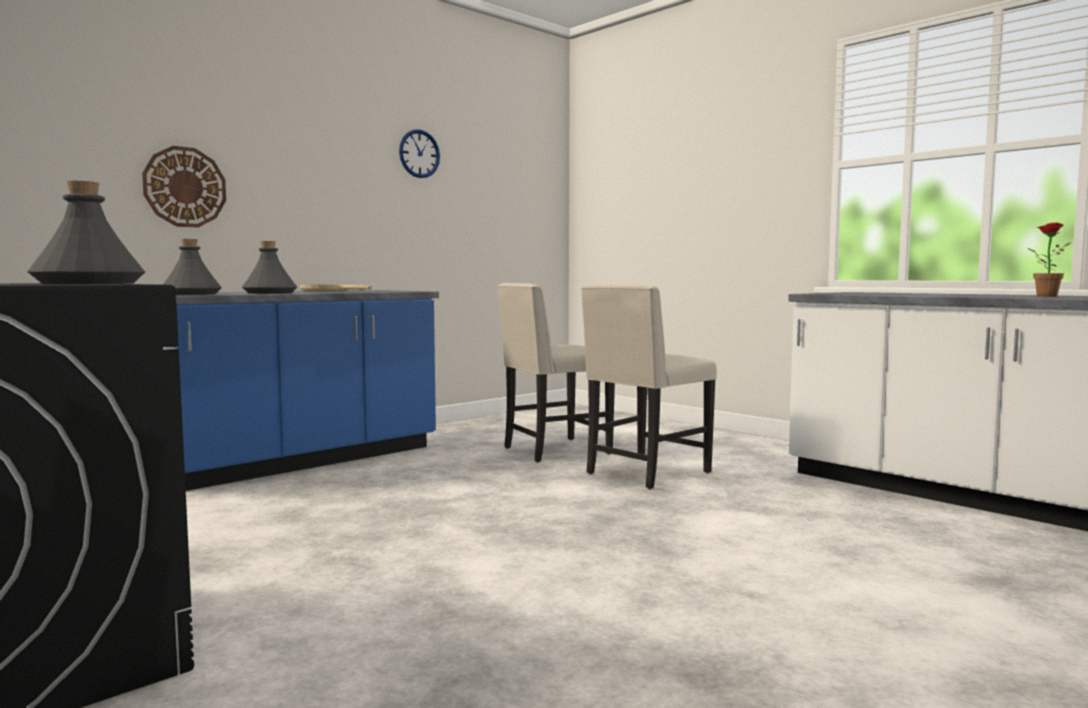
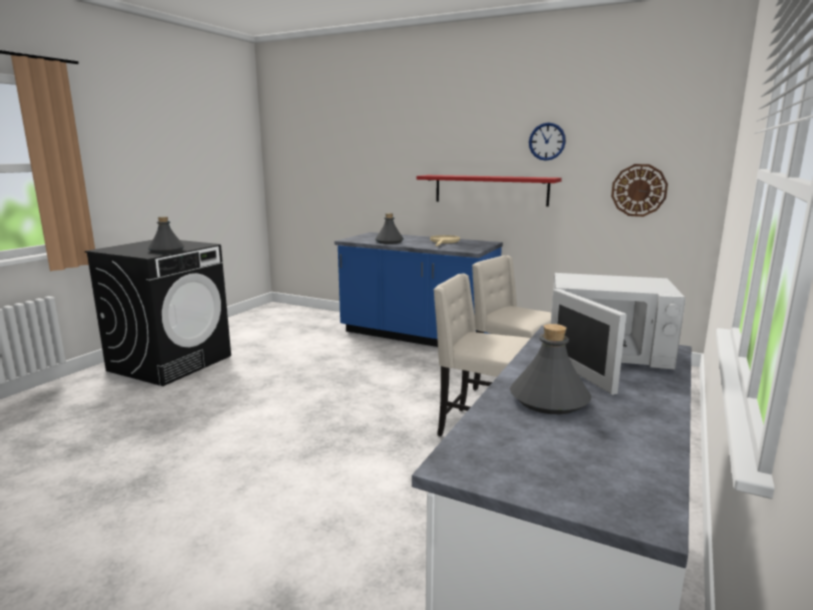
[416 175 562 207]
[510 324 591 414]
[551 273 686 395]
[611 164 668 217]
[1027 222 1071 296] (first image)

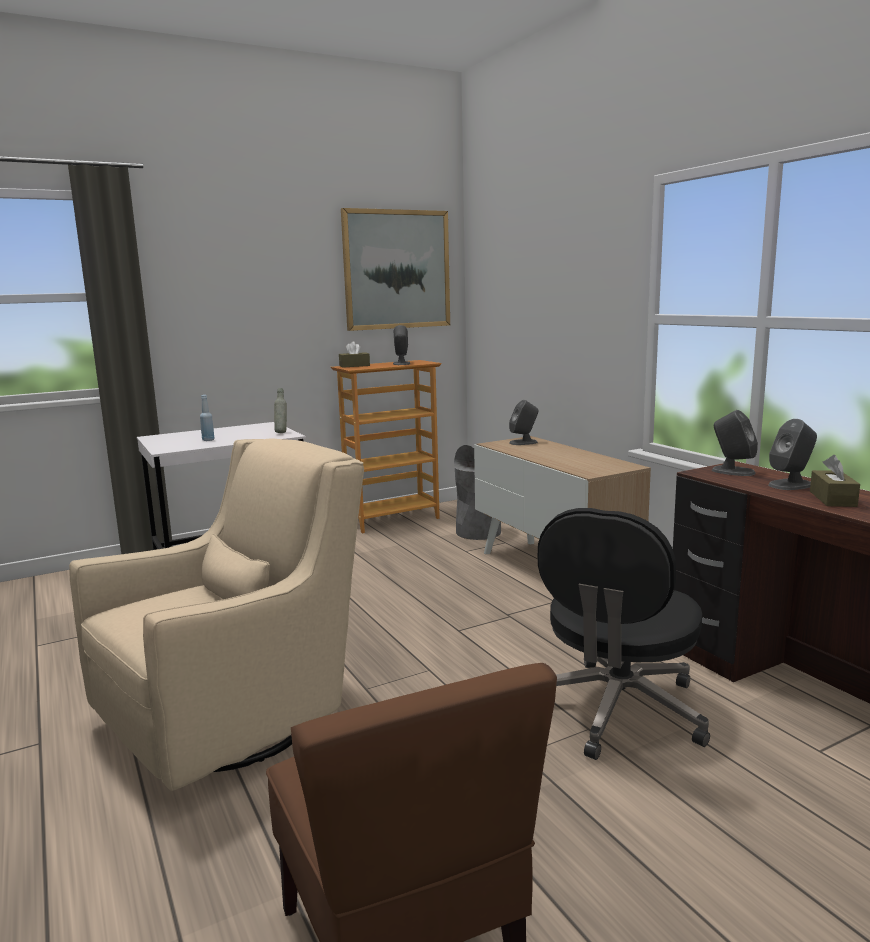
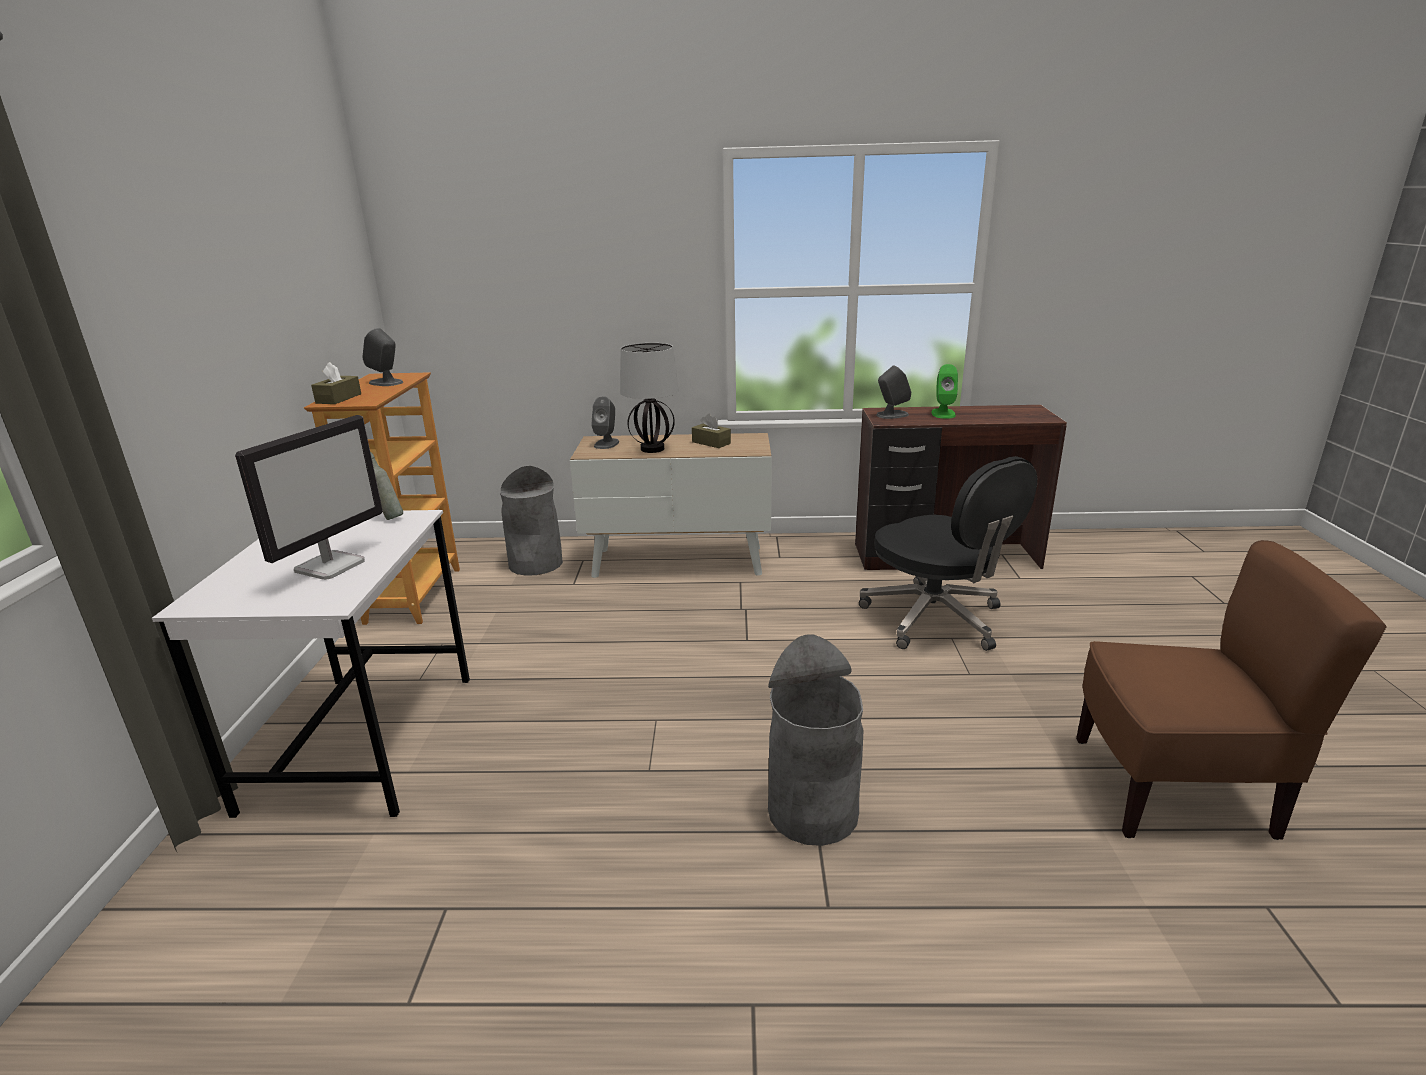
[235 415 383 580]
[620 343 679 453]
[692 413 731 448]
[768 634 864 846]
[931 364 958 419]
[341 208 450 331] (first image)

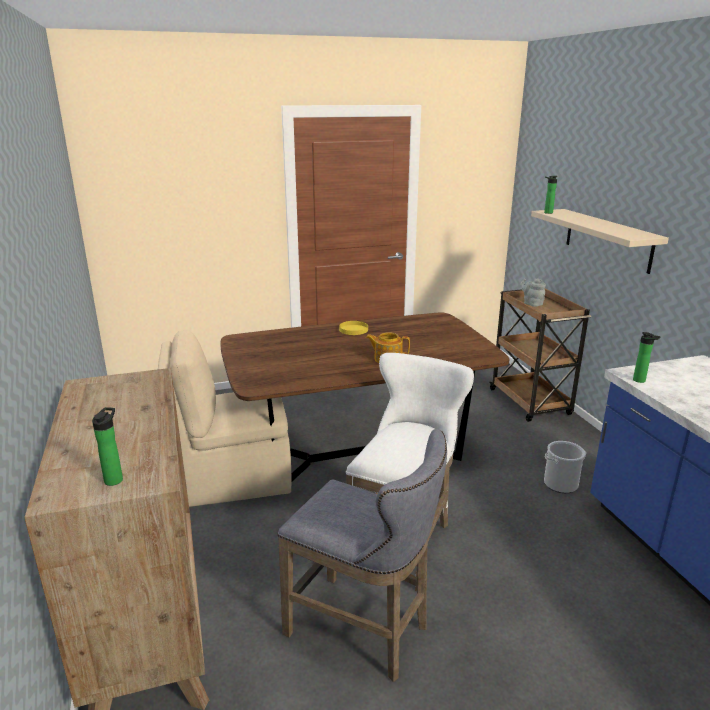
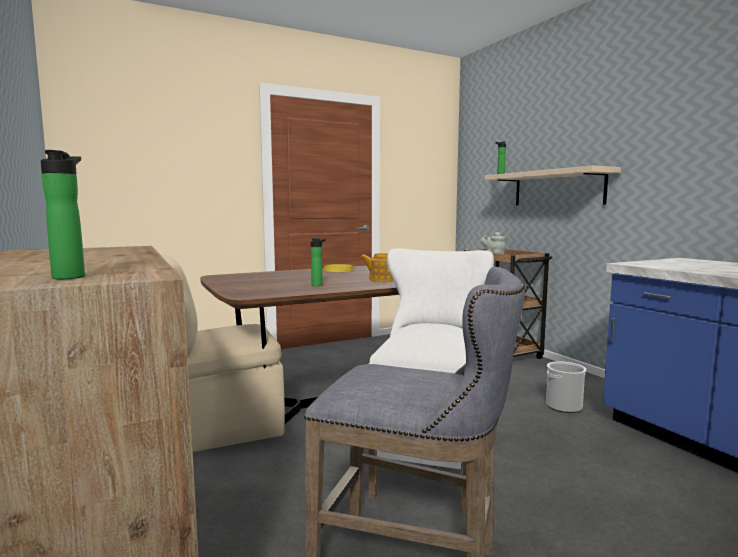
[311 238 326 286]

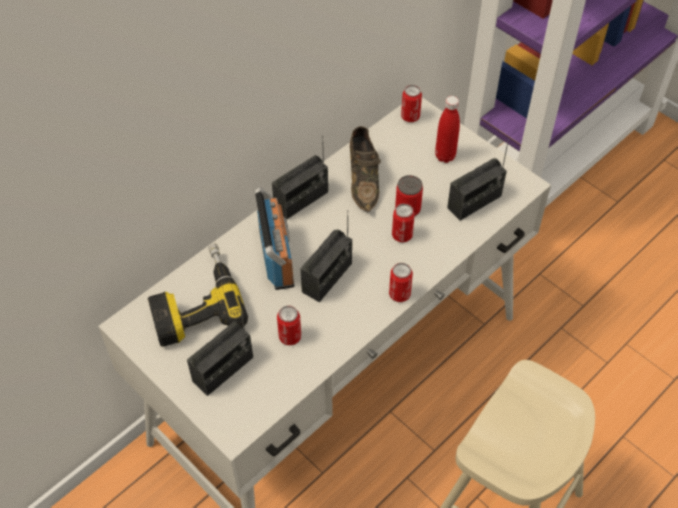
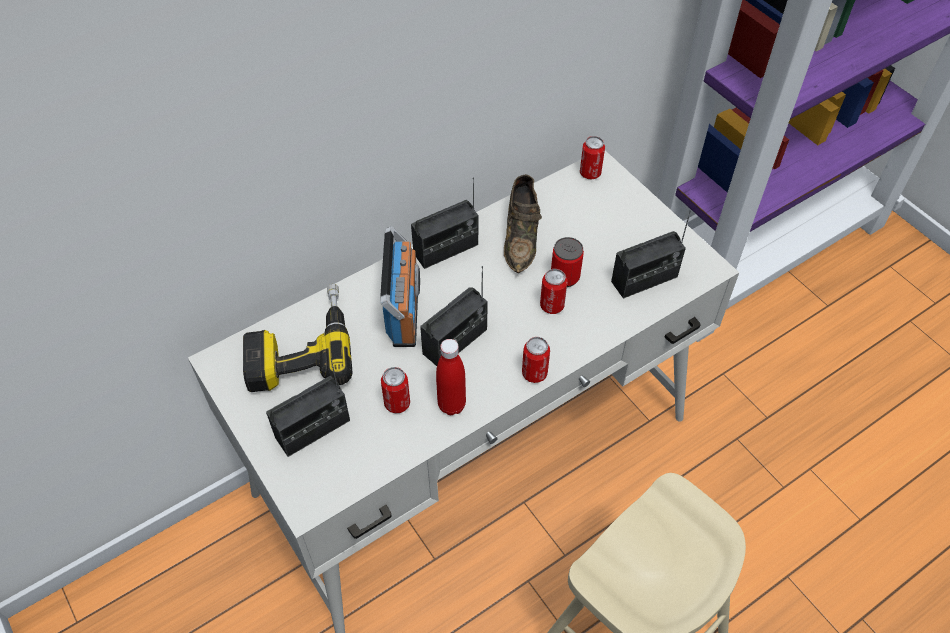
[436 339 466 415]

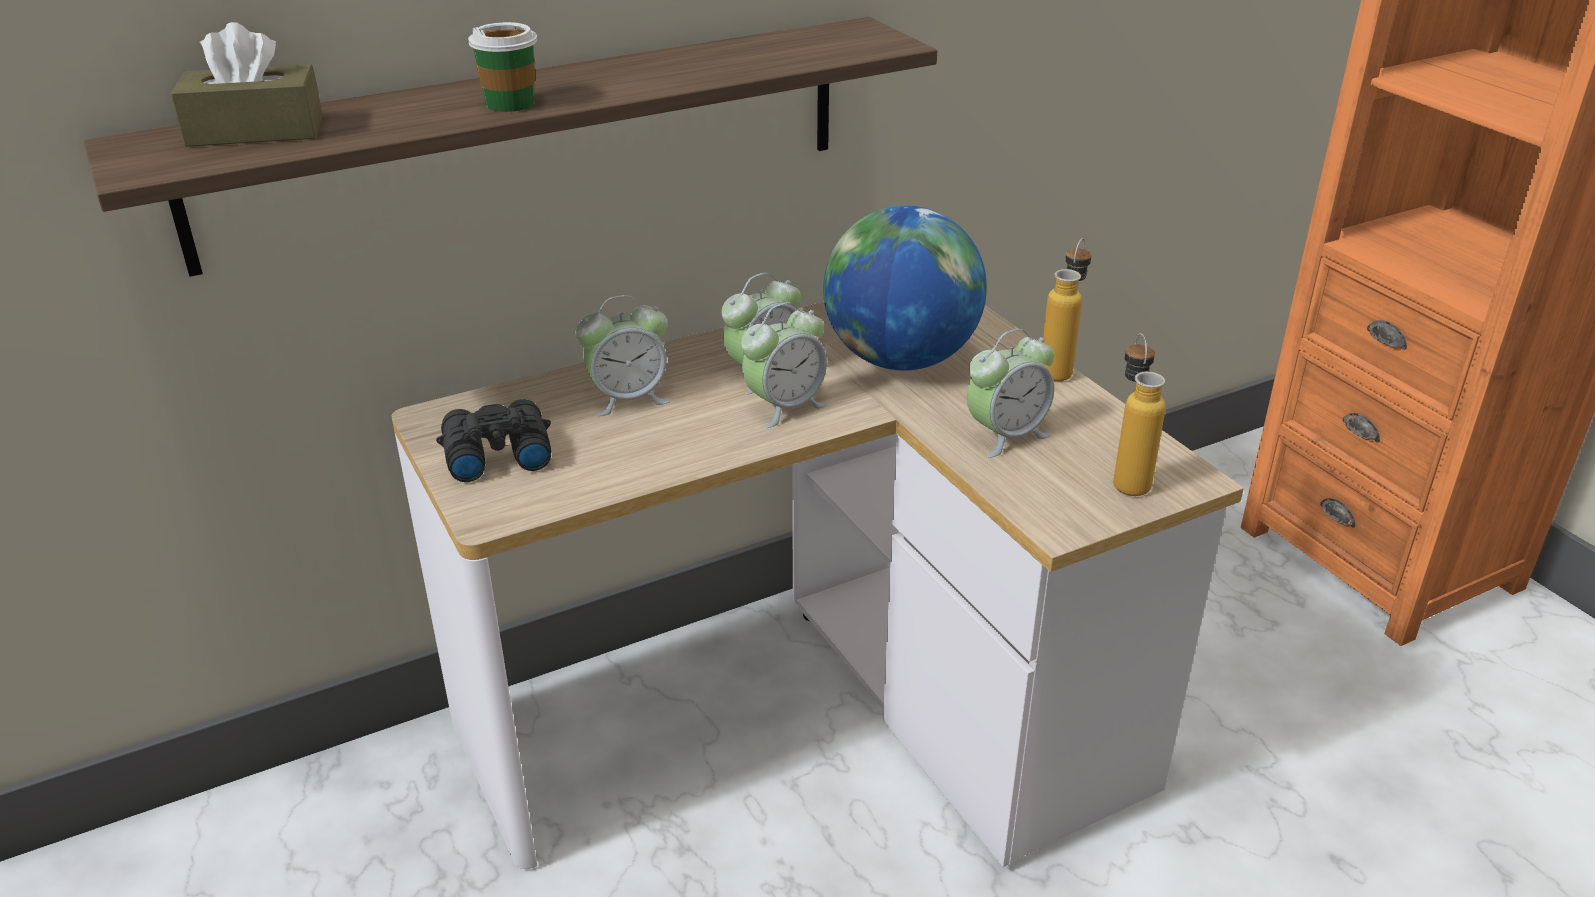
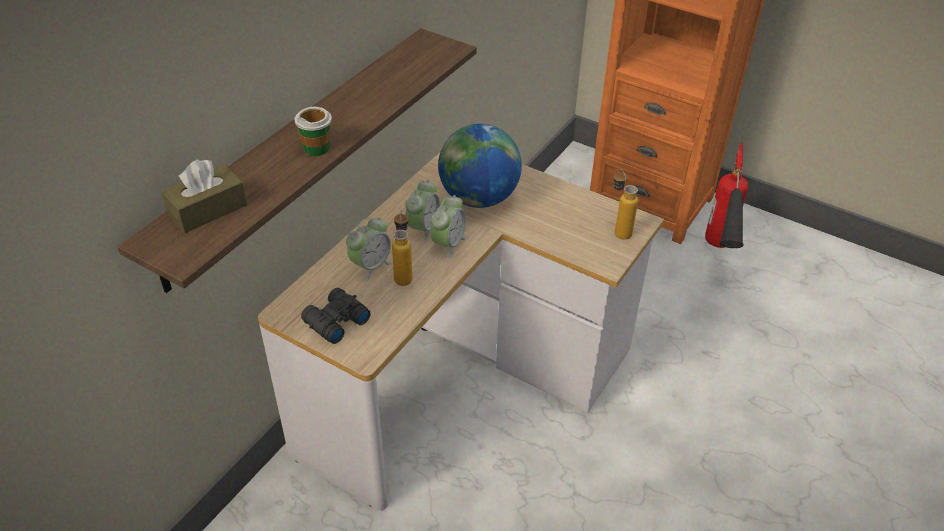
[392 210 413 286]
[705 143 748 248]
[967 329 1054 458] (first image)

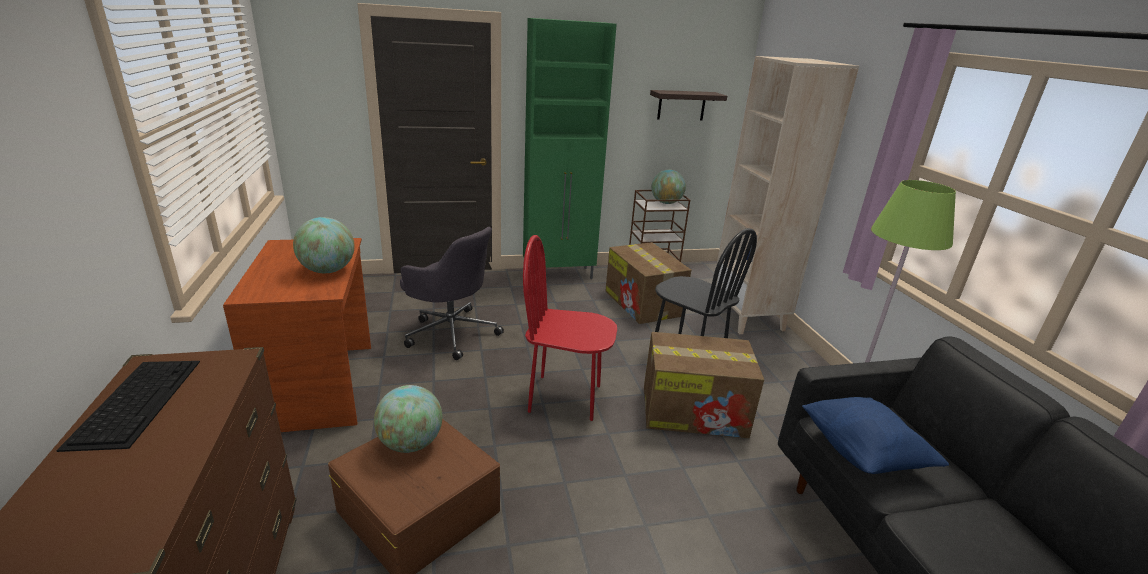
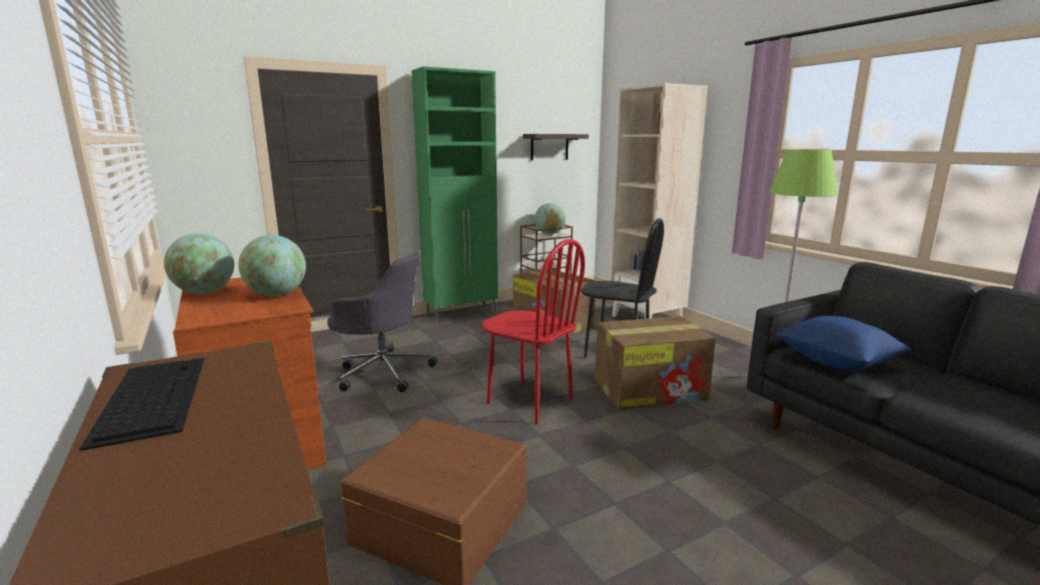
[164 233 234 294]
[482 239 585 424]

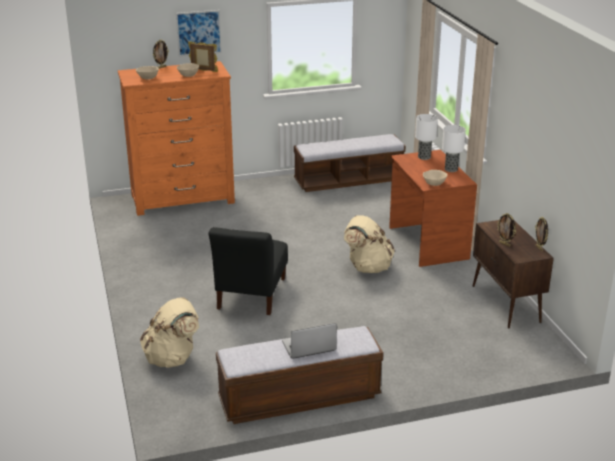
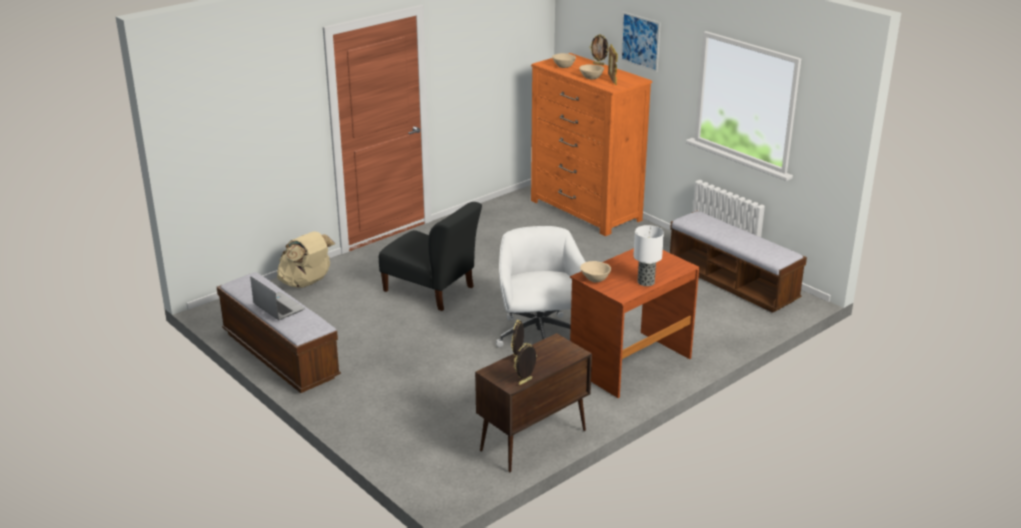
[379 202 482 311]
[496 226 585 347]
[415 114 438 160] (first image)

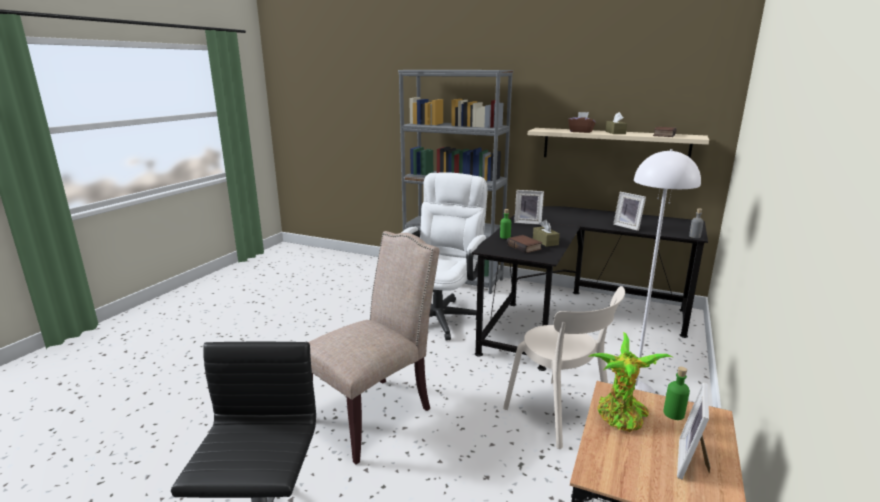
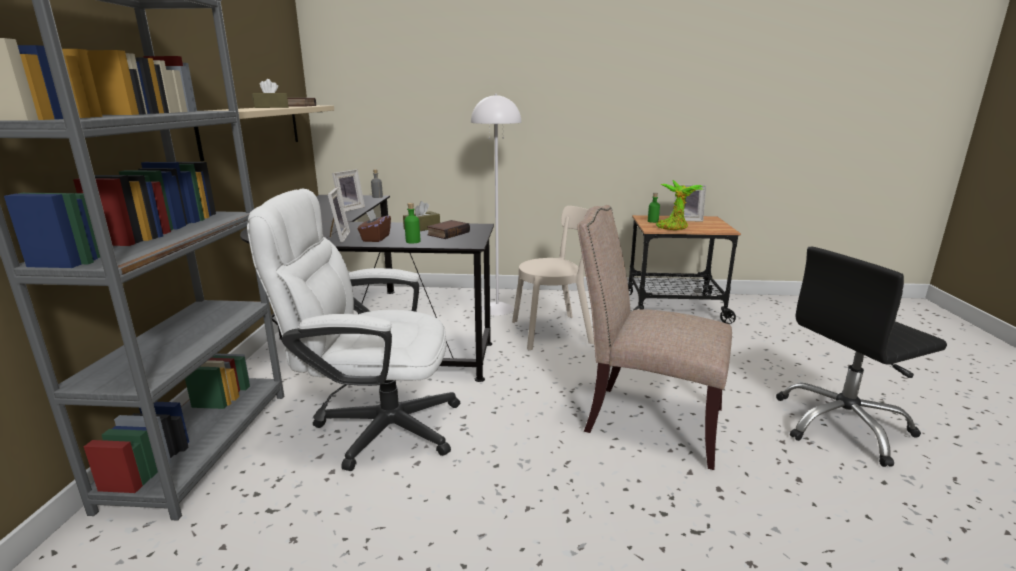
[358 209 391 242]
[512 206 594 350]

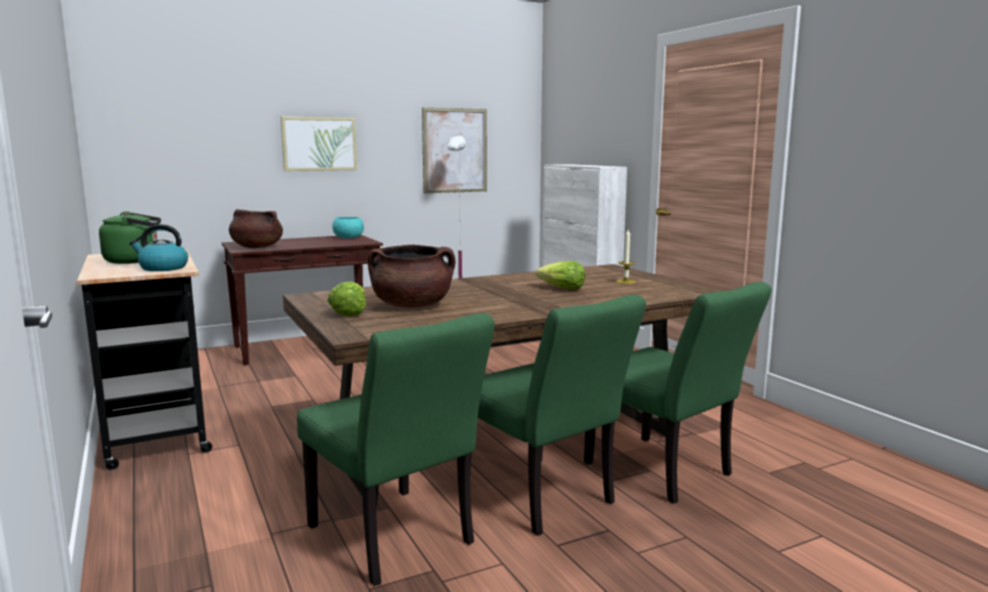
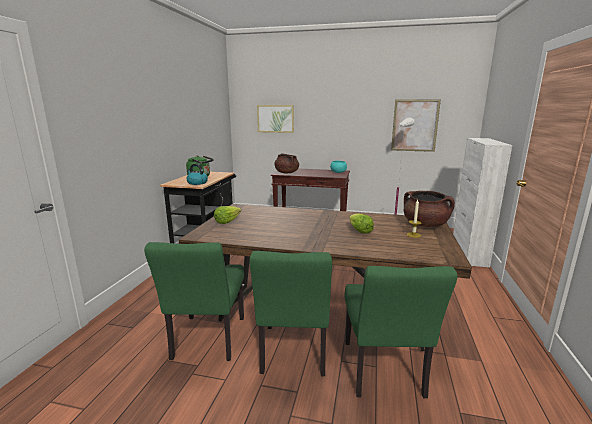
[257 105 294 133]
[404 191 455 227]

